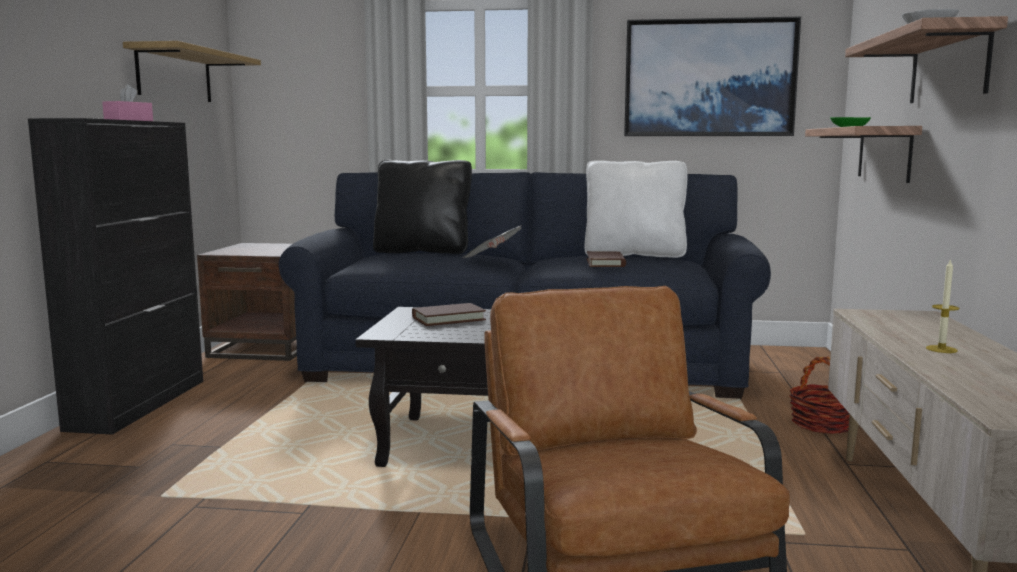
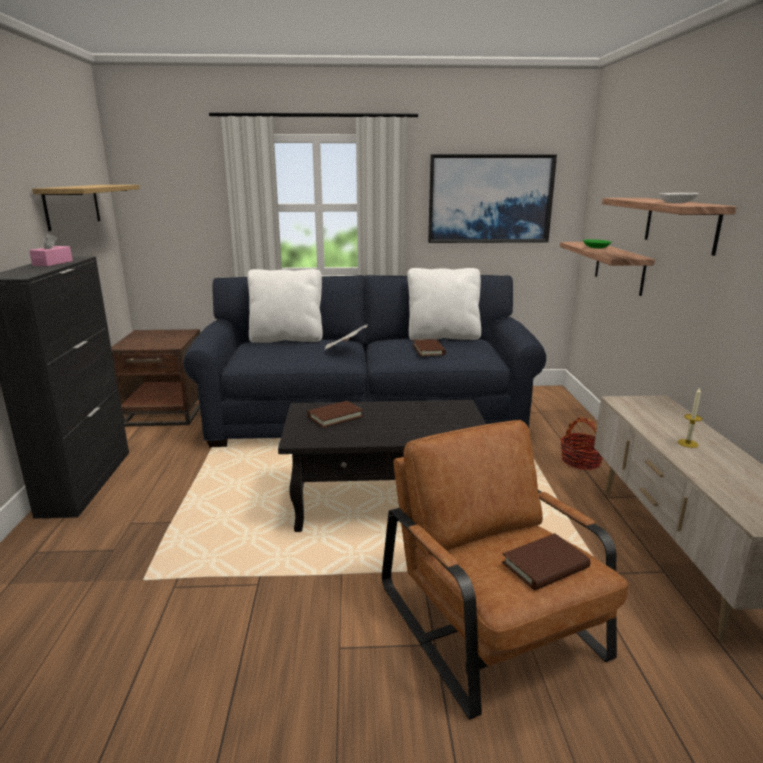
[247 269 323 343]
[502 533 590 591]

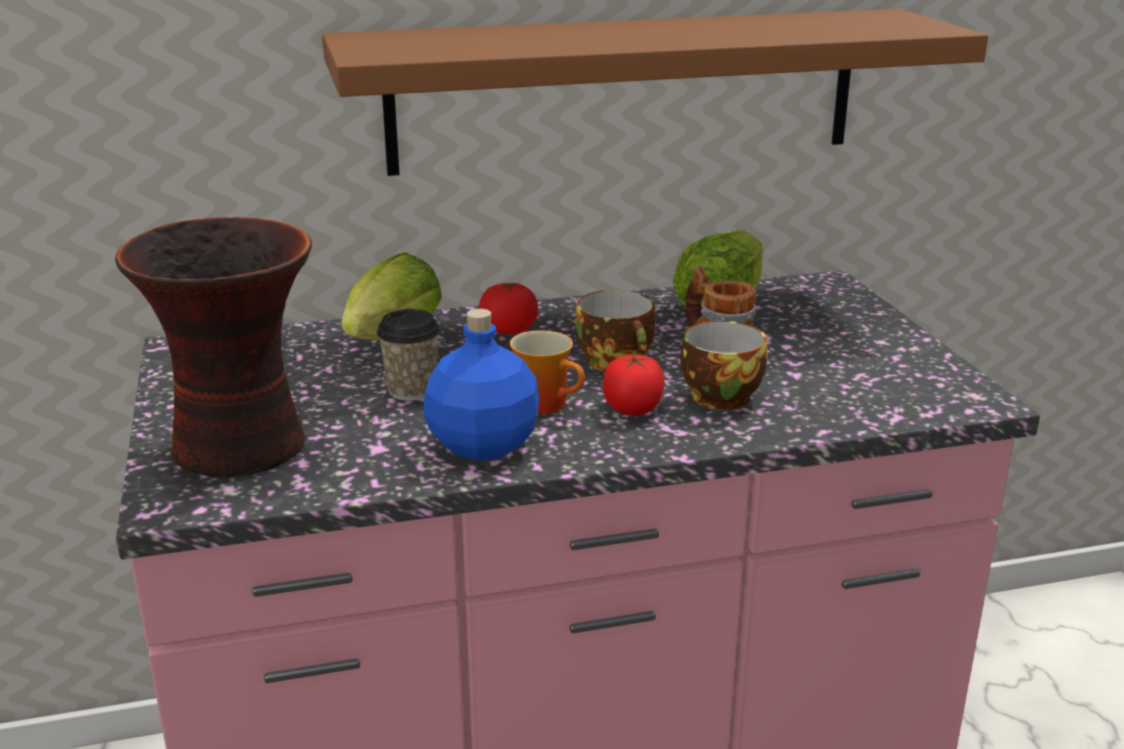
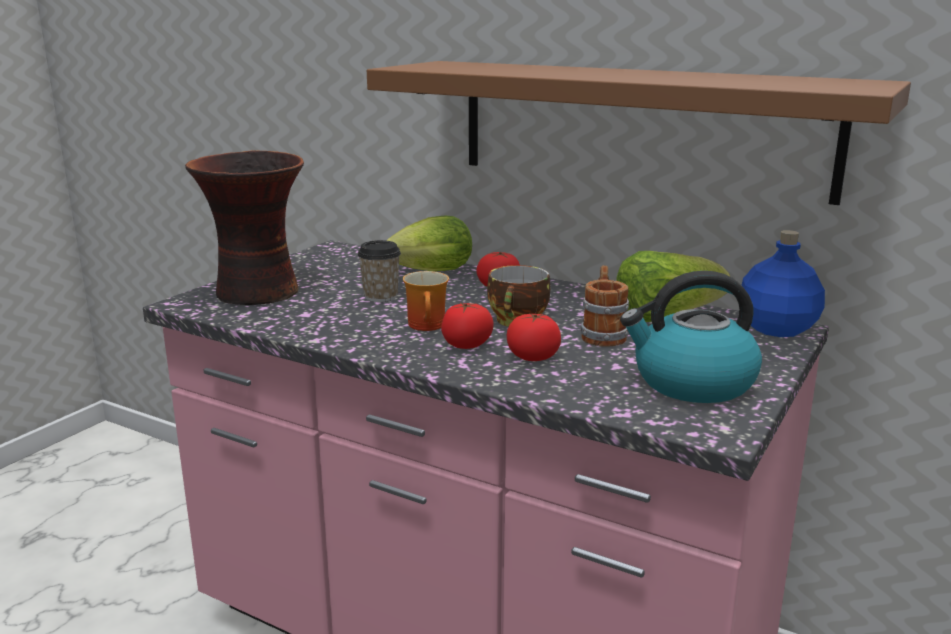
[507 313 561 361]
[620 271 762 403]
[742 230 825 337]

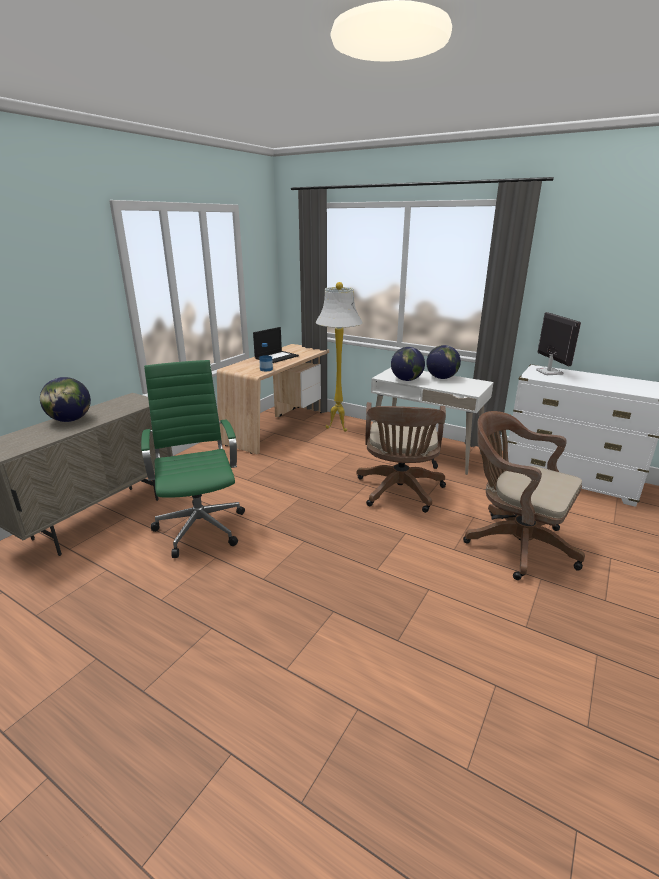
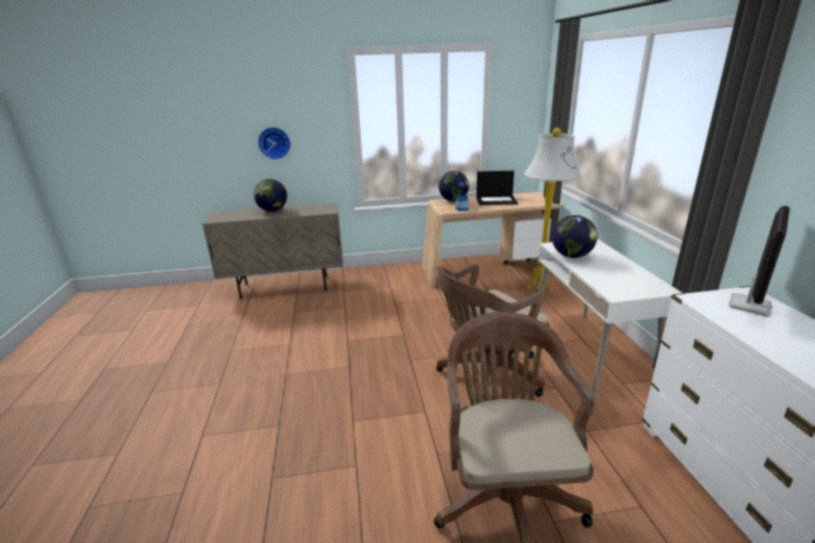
[258 127 291 160]
[439 171 469 202]
[141 360 245 558] (first image)

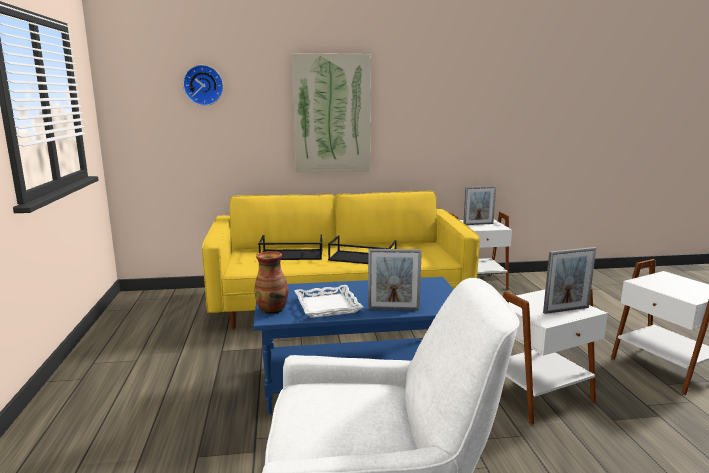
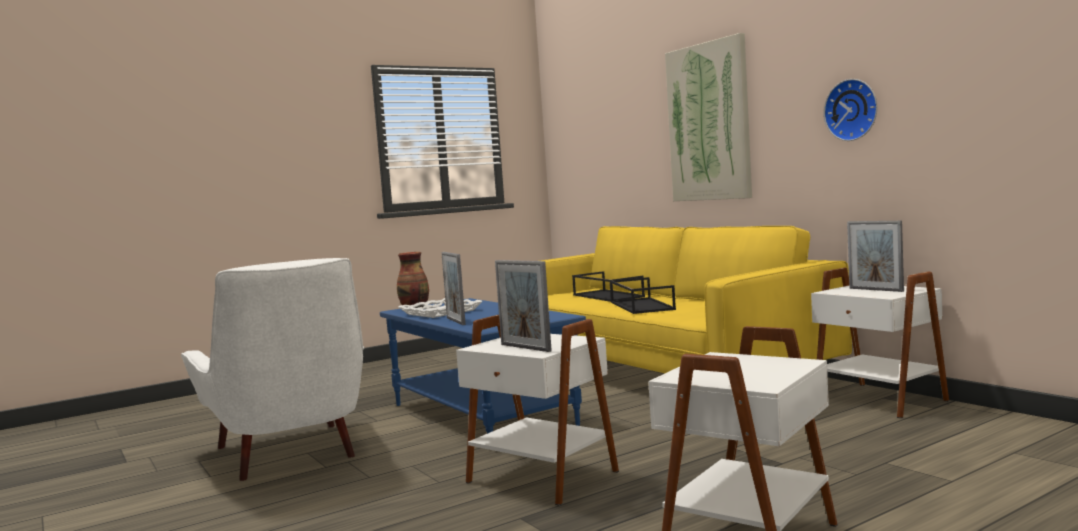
[824 79 877 141]

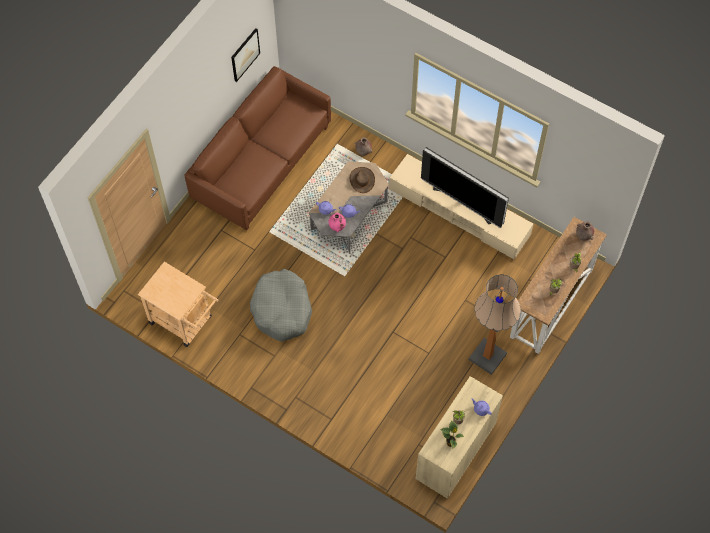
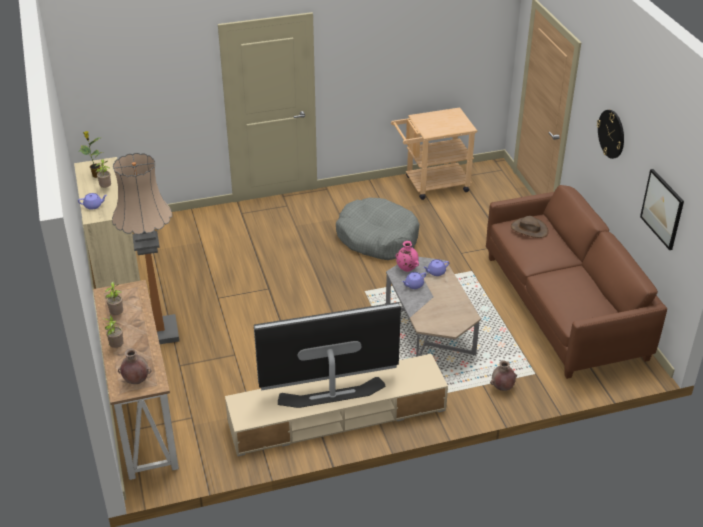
[511 216 549 238]
[597 110 624 159]

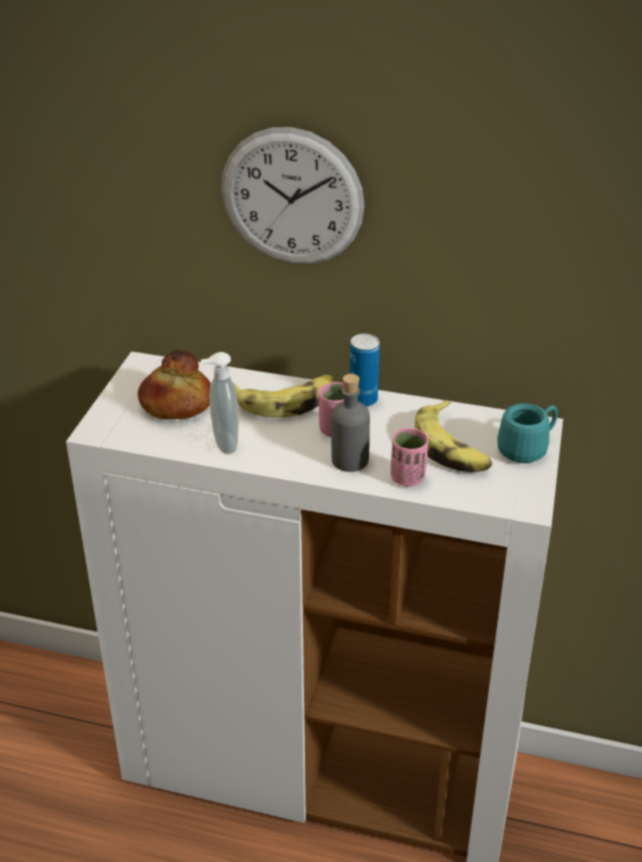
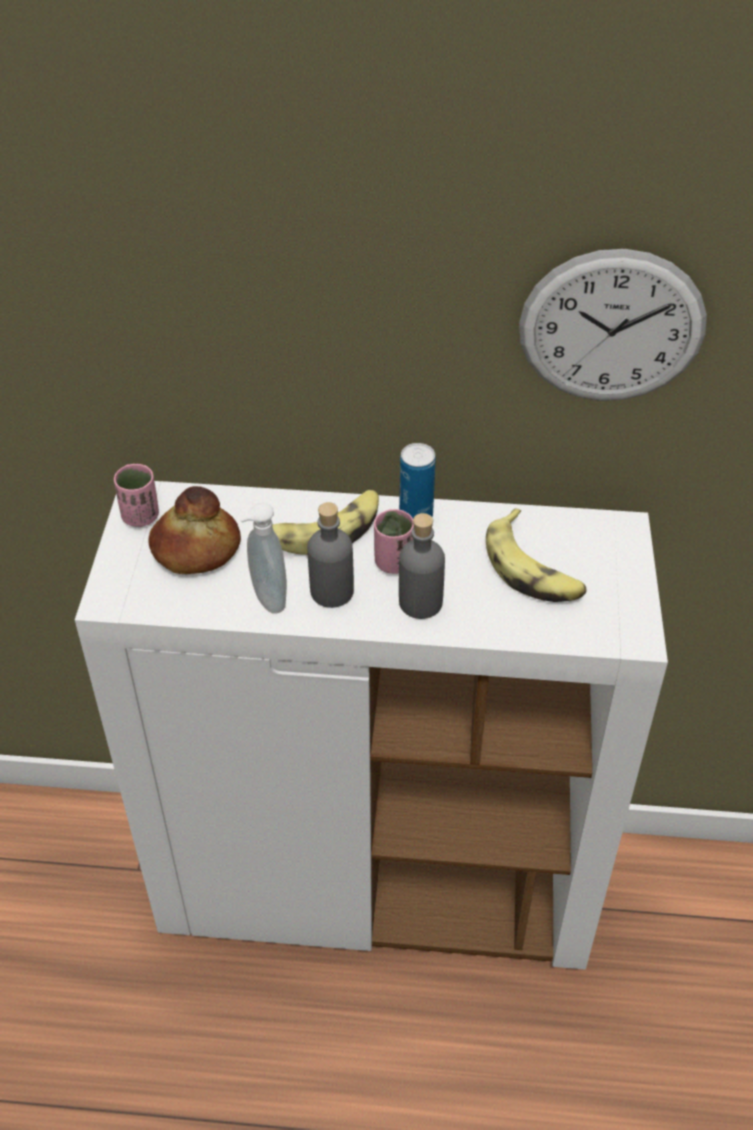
[114 464 159 527]
[307 502 354 608]
[519 249 707 401]
[497 403 558 463] (first image)

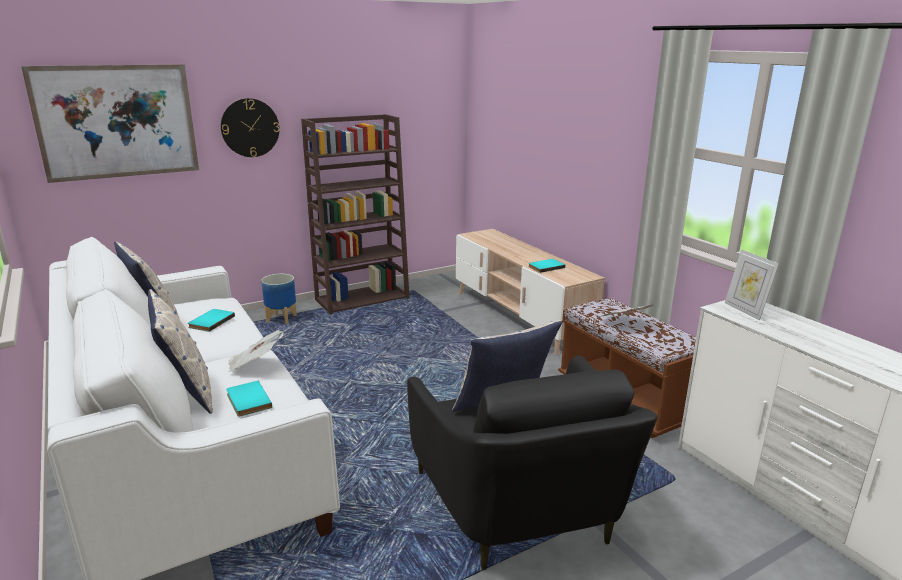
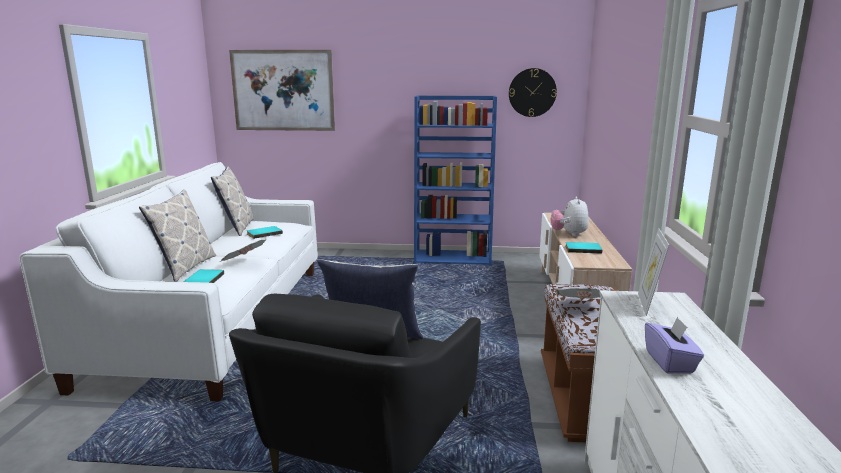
[414 95 497 266]
[509 68 557 117]
[550 197 589 237]
[645 317 704 373]
[261 274 297 324] (first image)

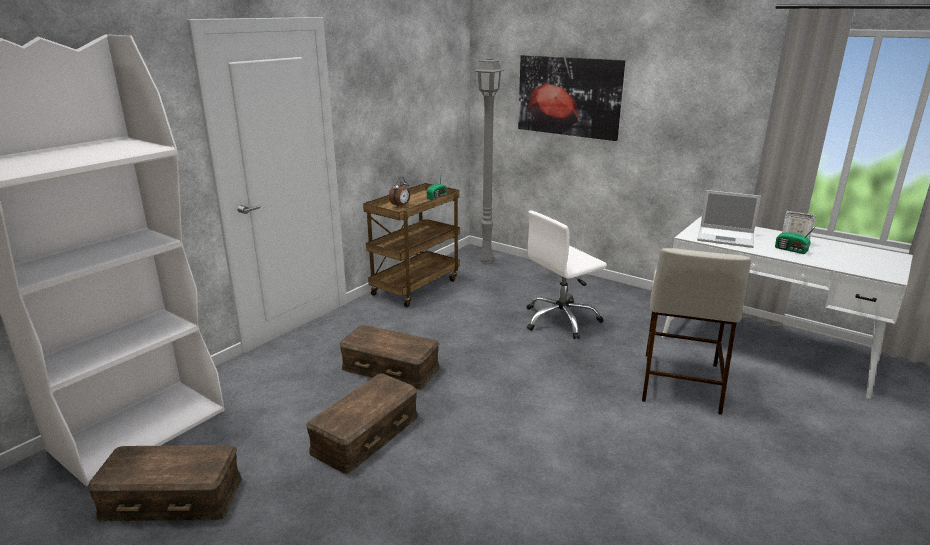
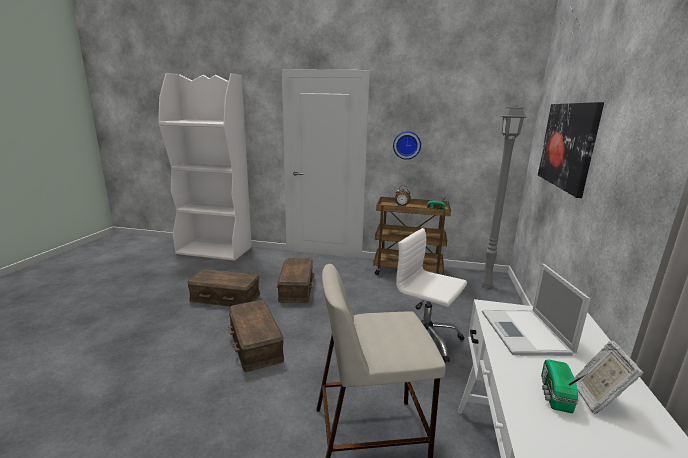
[228 300 284 372]
[393 131 421 160]

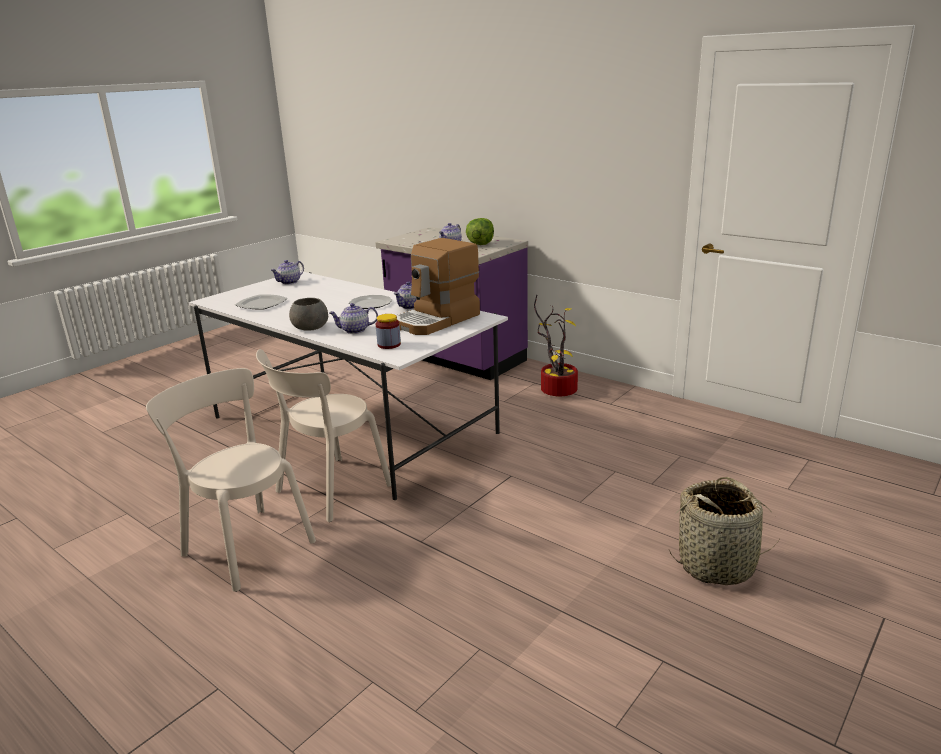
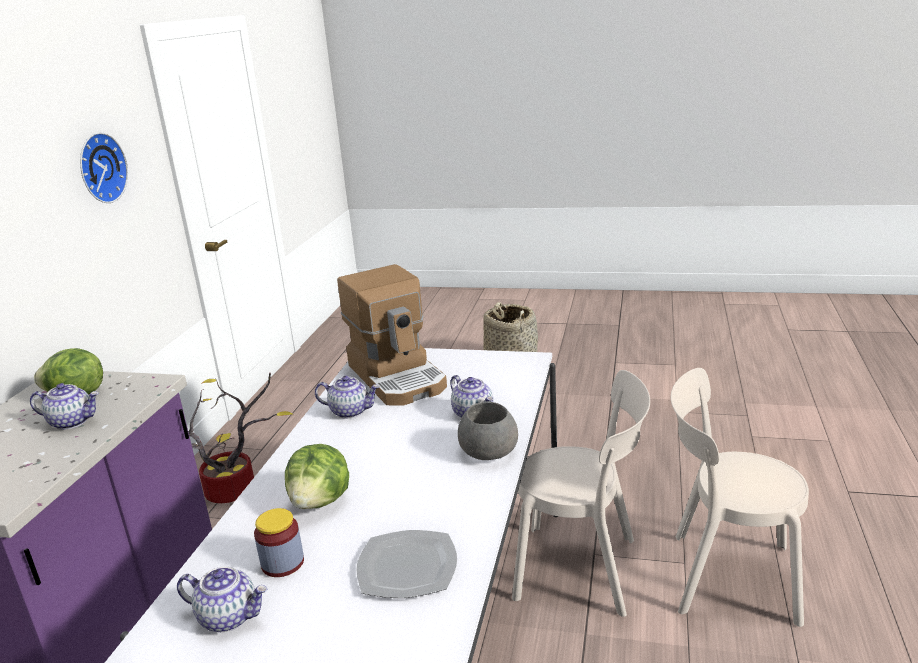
[80 132 128 203]
[254 508 304 577]
[285 444 349 509]
[337 264 447 406]
[671 368 809 627]
[349 295 392 309] (first image)

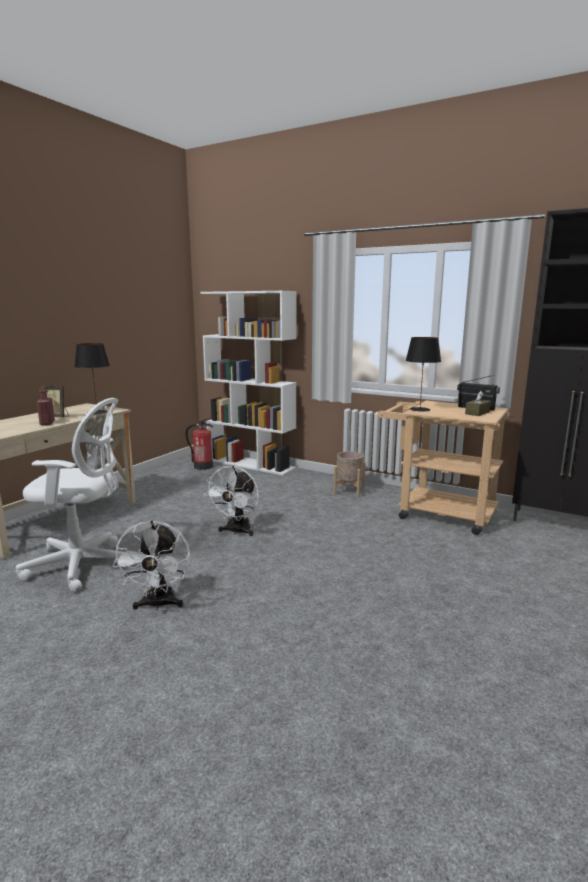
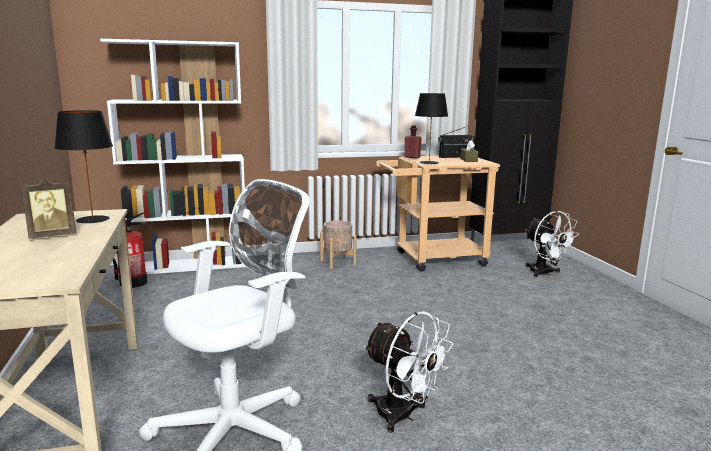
[405 125 422 159]
[525 211 579 277]

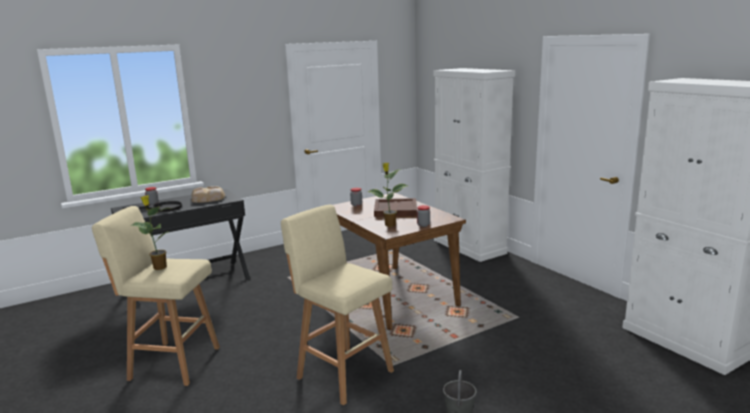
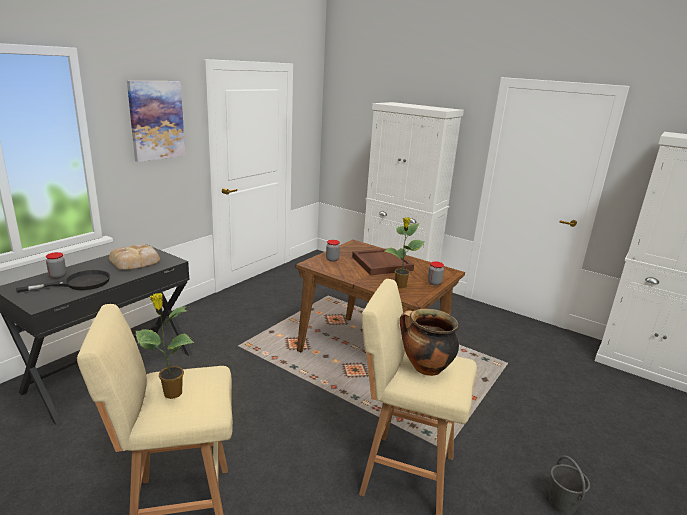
[127 81 185 162]
[400 309 459 376]

